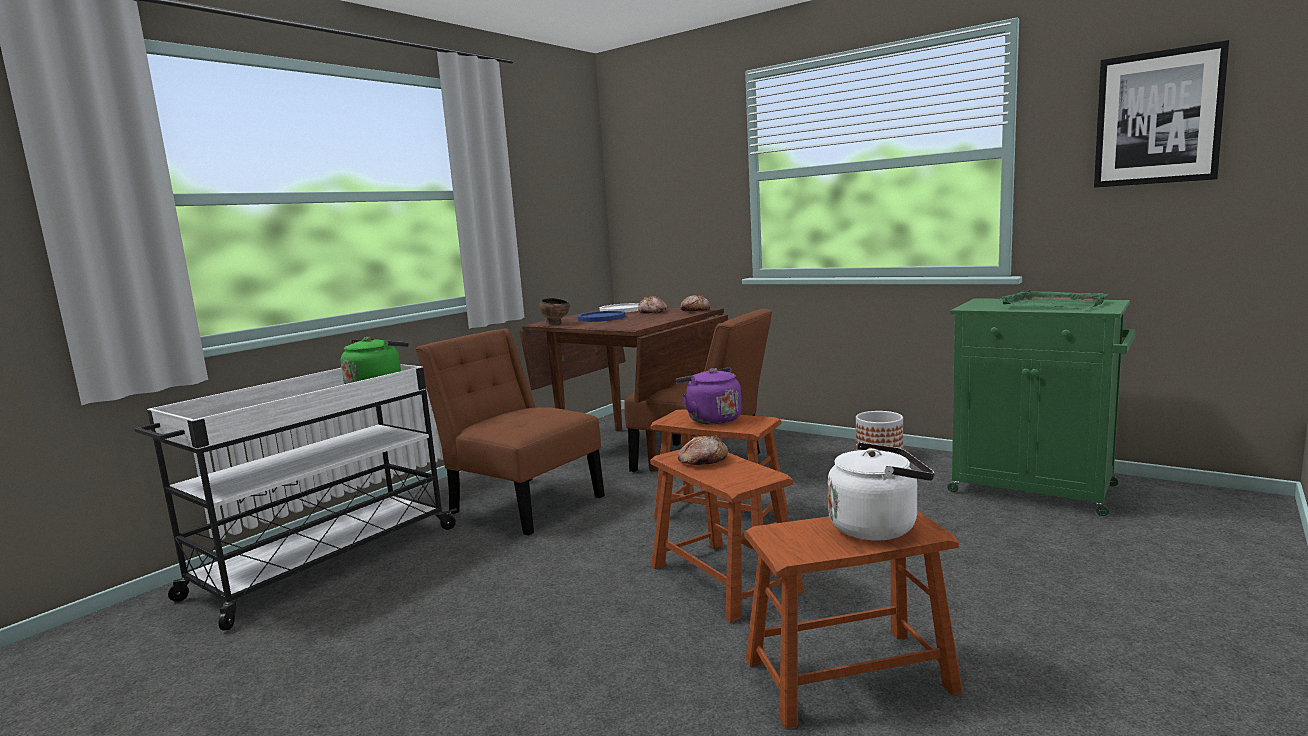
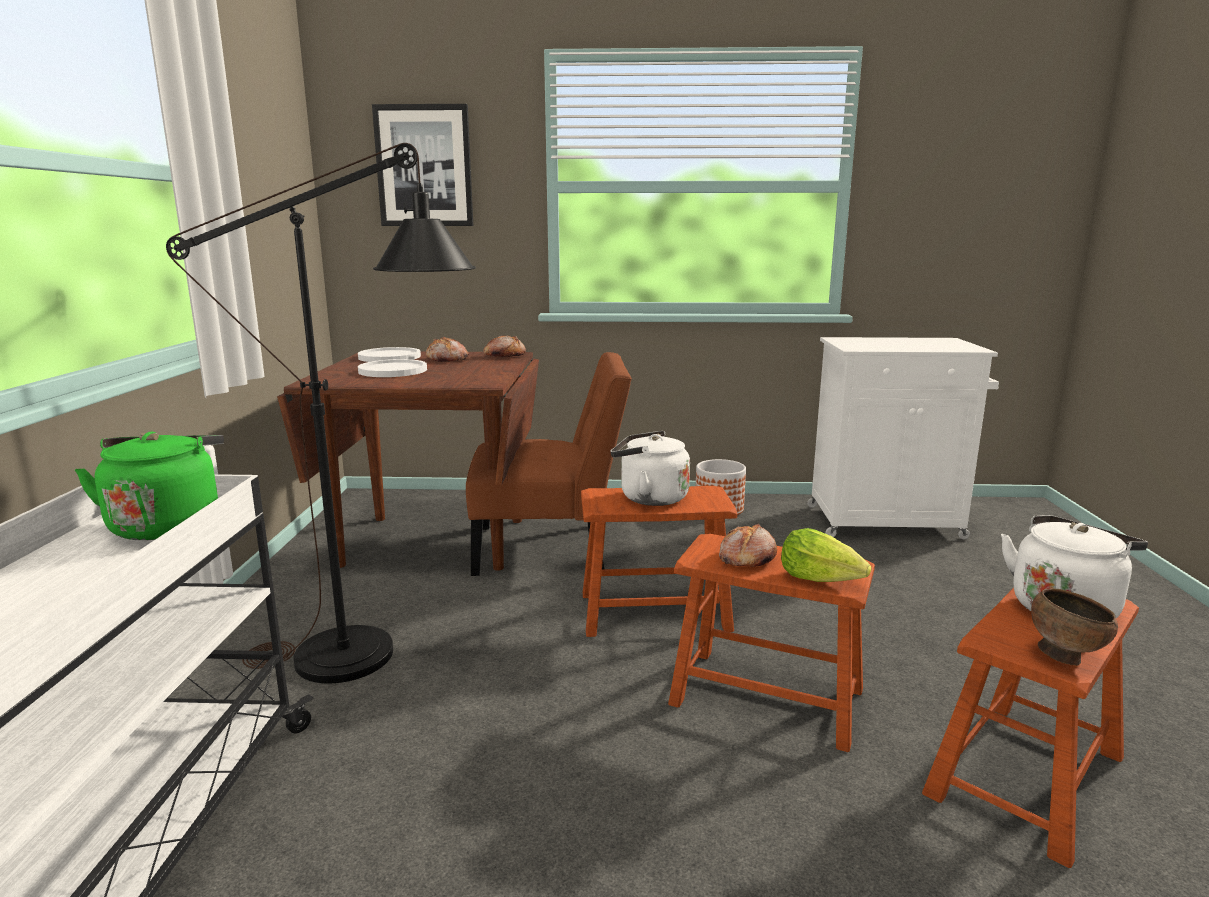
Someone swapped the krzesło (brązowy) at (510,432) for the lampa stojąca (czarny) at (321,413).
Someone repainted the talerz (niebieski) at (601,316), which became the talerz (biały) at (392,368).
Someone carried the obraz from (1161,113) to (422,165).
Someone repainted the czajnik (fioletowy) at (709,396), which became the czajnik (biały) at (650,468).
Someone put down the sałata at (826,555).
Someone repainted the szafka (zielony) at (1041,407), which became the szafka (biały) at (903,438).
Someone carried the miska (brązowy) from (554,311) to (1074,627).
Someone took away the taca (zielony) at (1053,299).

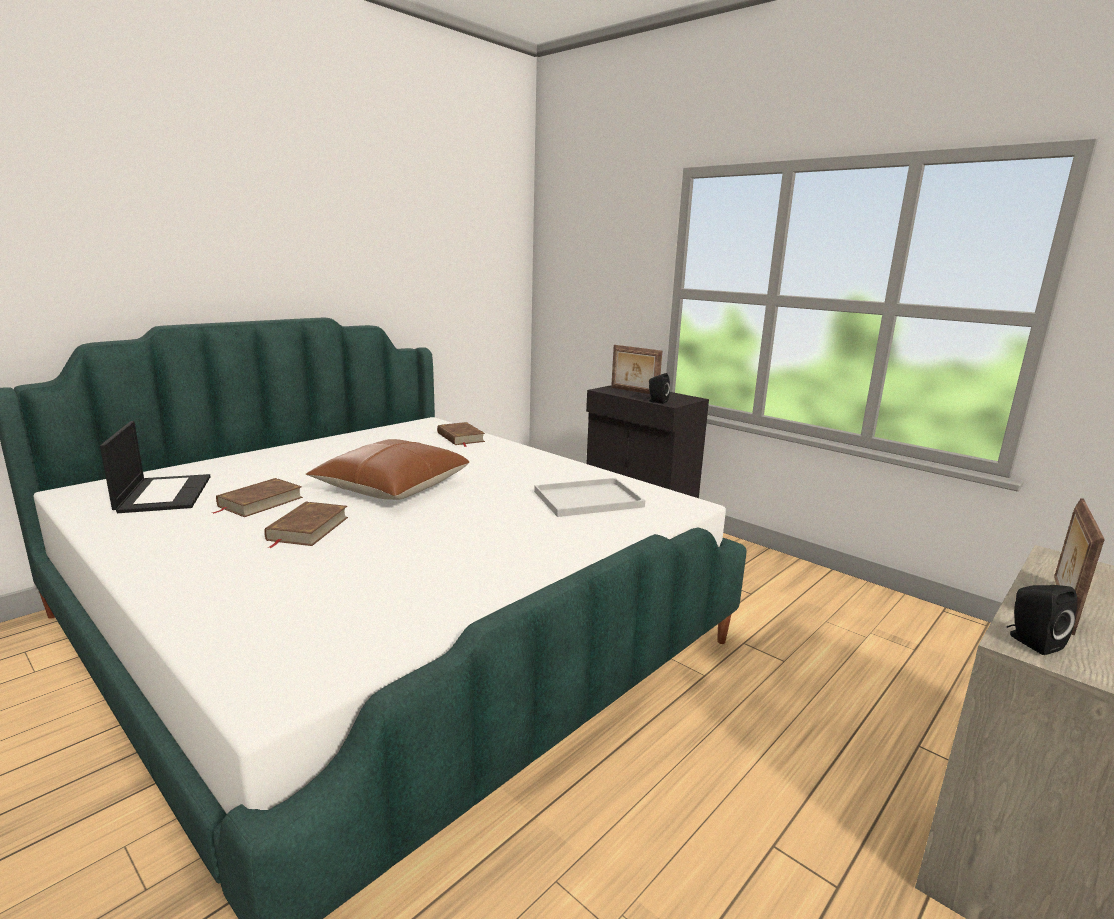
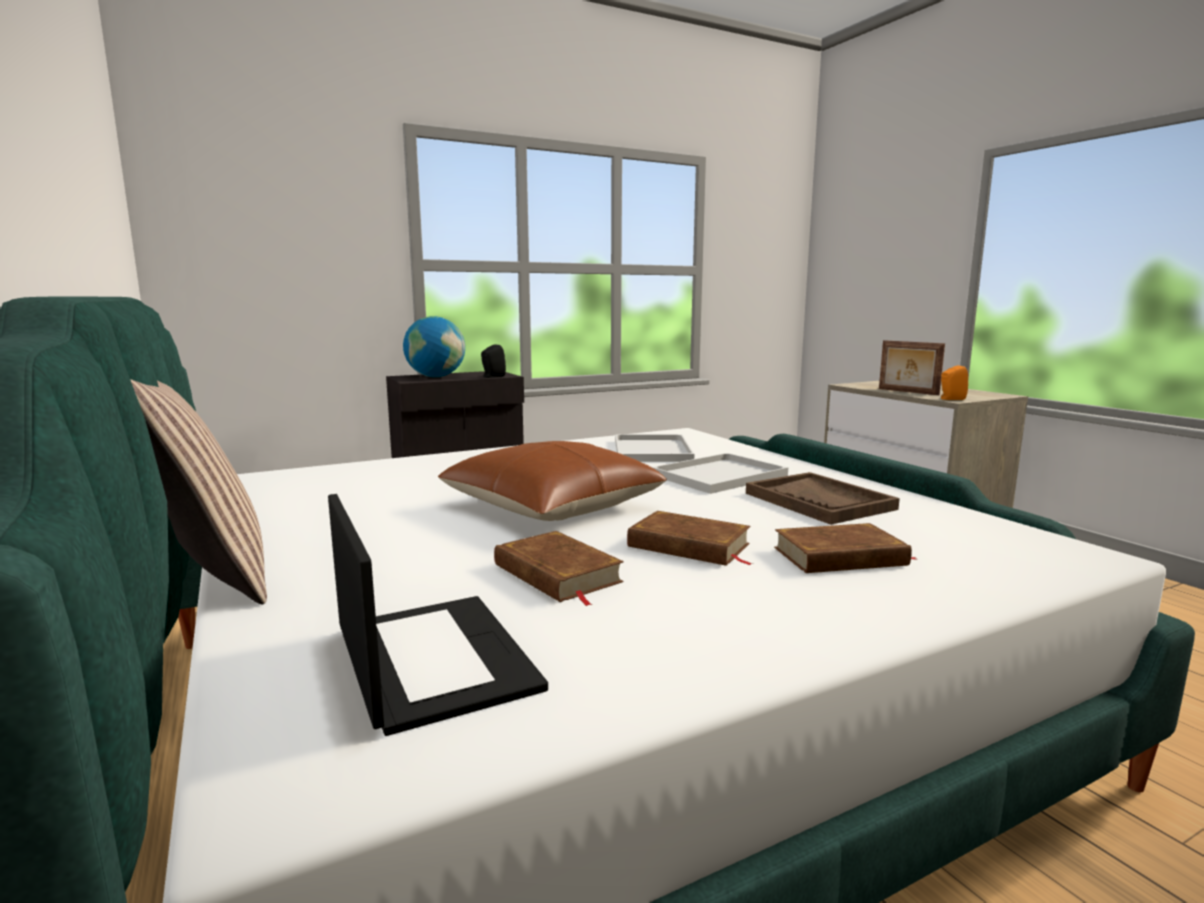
Someone put down the poduszka at (198,491).
Someone rotated the laptop at (155,467) by 60 degrees clockwise.
Someone swapped the ramka na zdjęcie at (636,369) for the globus at (434,346).
Someone put down the taca (biały) at (720,473).
Someone put down the taca (brązowy) at (823,498).
Someone carried the książka (brązowy) from (461,434) to (845,548).
Someone repainted the głośnik (czarny) at (1042,620), which became the głośnik (pomarańczowy) at (954,382).

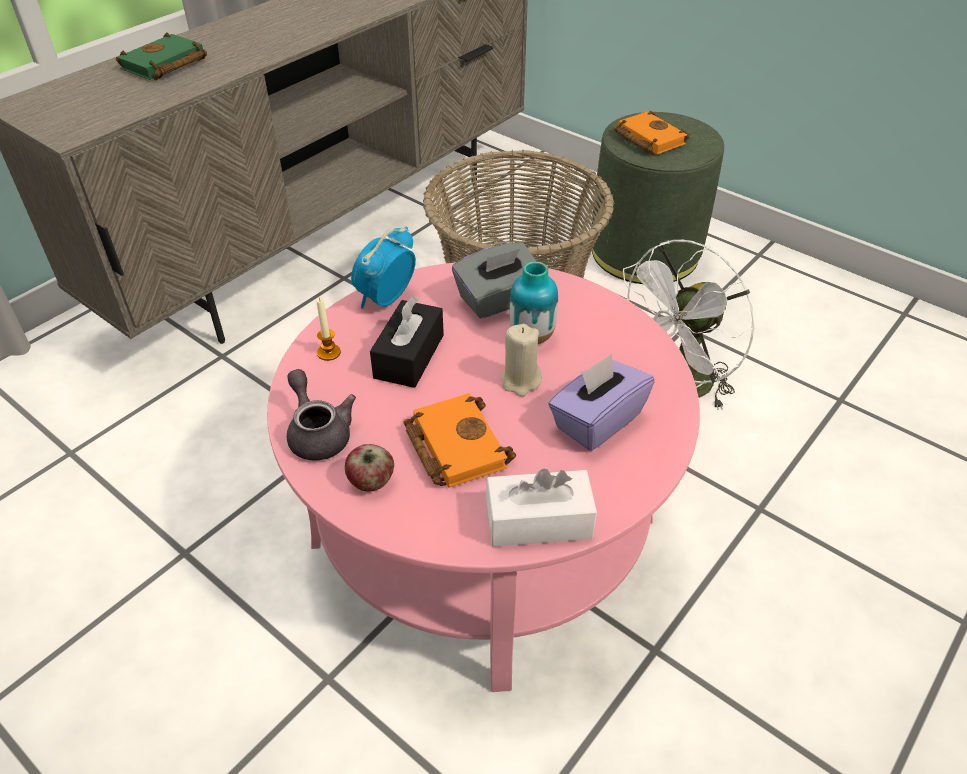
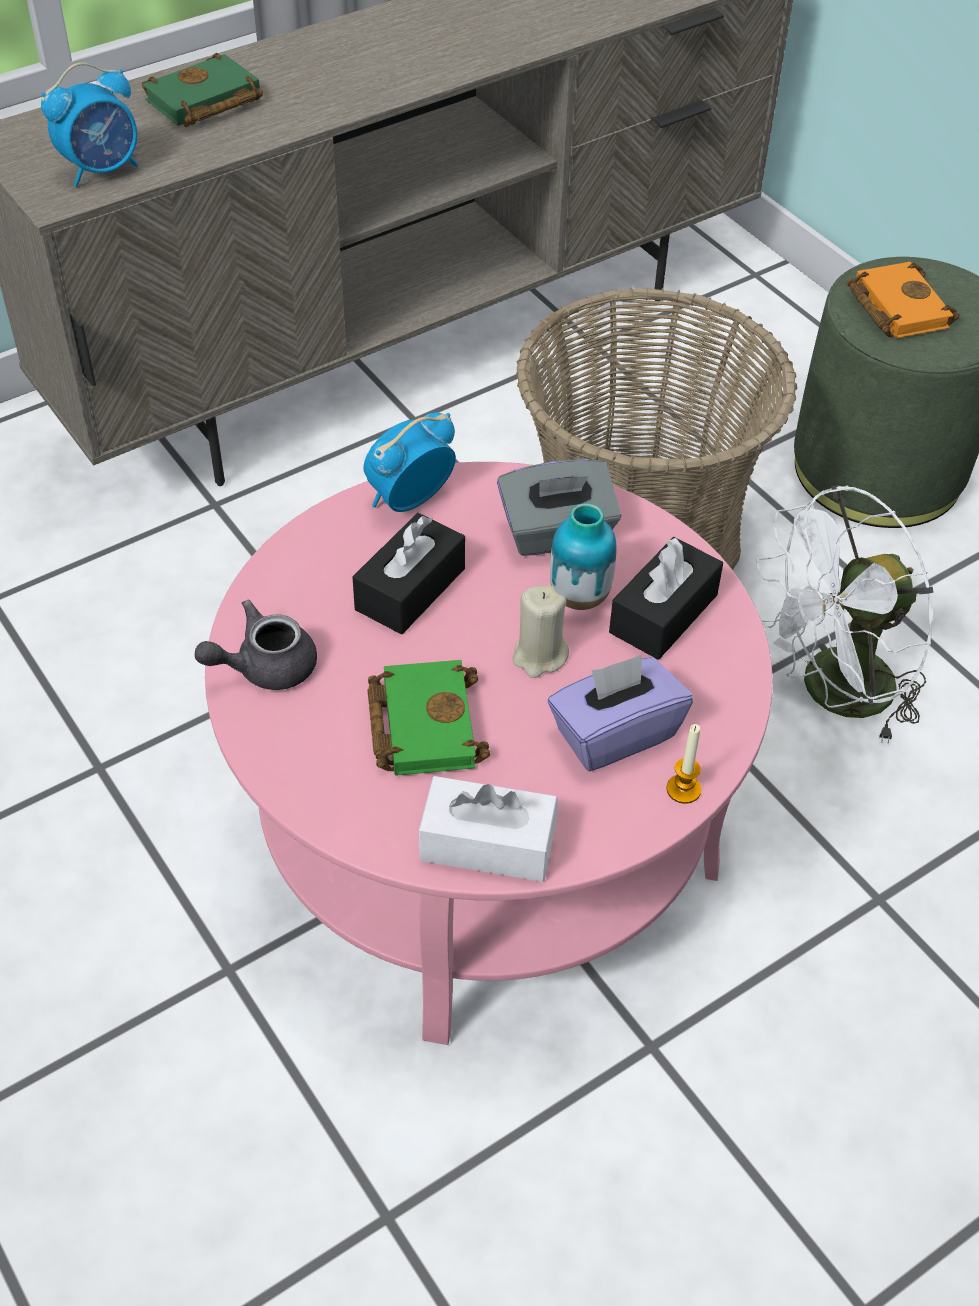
Someone put down the budzik at (89,124).
Someone rotated the imbryk (szary) at (321,415) by 105 degrees counterclockwise.
Someone repainted the książka (pomarańczowy) at (459,440), which became the książka (zielony) at (428,718).
Someone put down the pudełko chusteczek (czarny) at (666,598).
Someone carried the świeca from (329,329) to (683,764).
Someone took away the jabłko at (369,467).

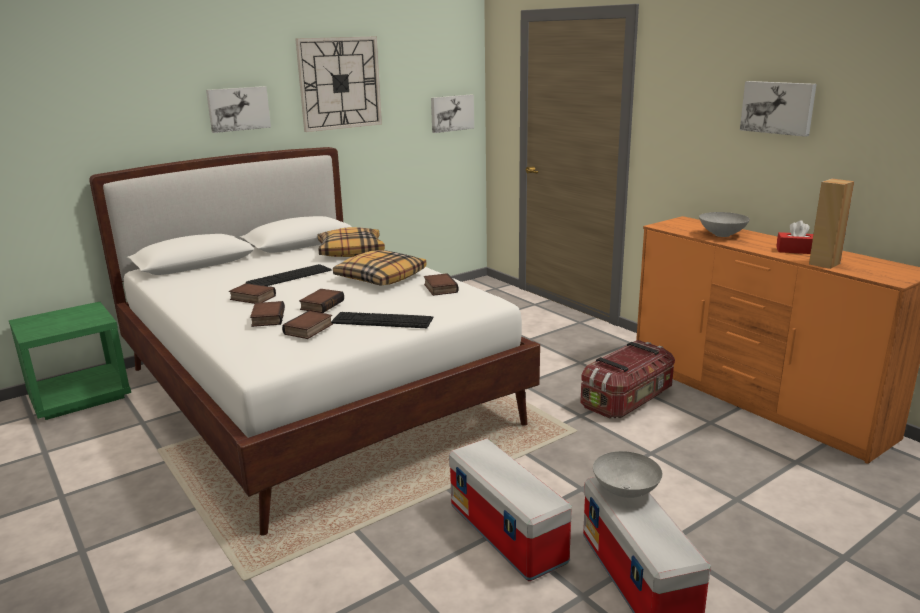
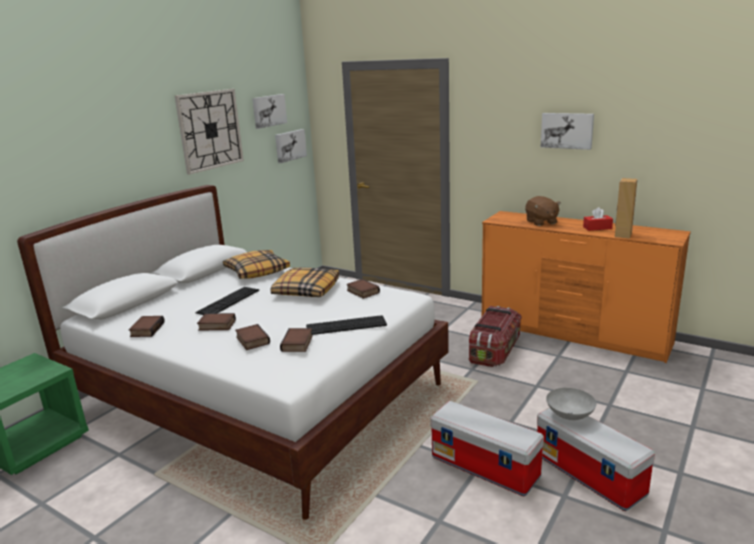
Someone carried the książka from (321,301) to (147,326).
Someone carried the obraz from (238,109) to (269,111).
Someone swapped the miska (szary) at (724,224) for the pluszak (brązowy) at (543,211).

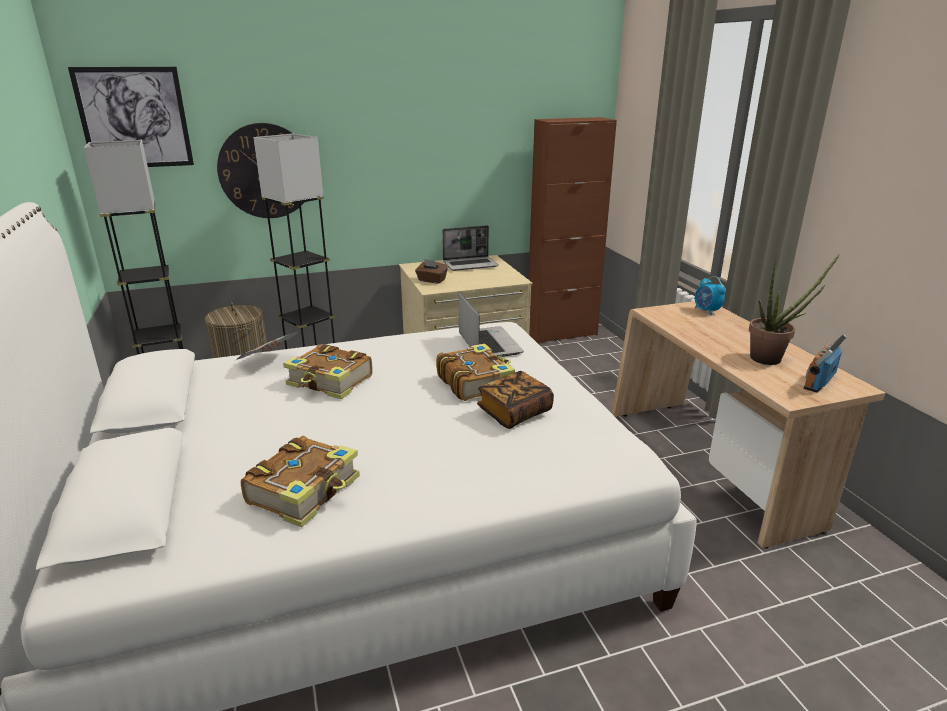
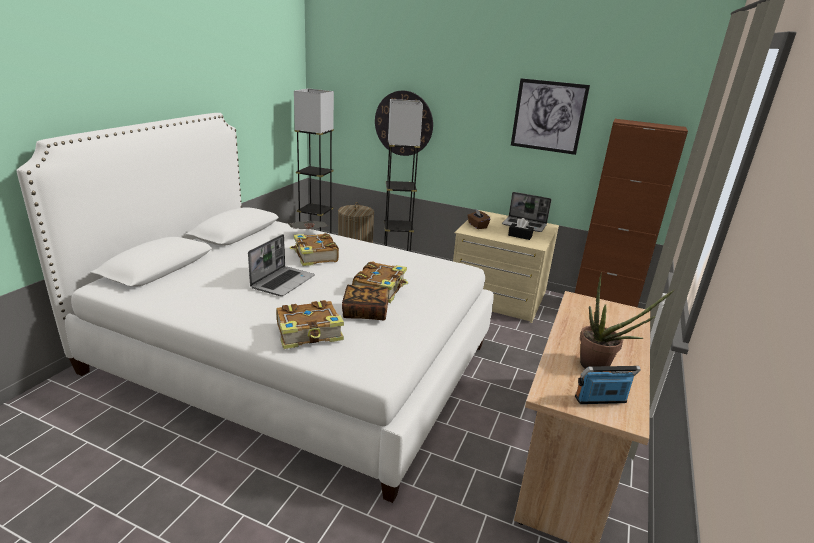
Someone carried the laptop from (491,324) to (281,265).
Someone carried the książka from (300,482) to (310,324).
Someone put down the pudełko chusteczek (czarny) at (521,229).
Someone carried the obraz from (131,117) to (550,116).
Someone took away the budzik at (710,295).

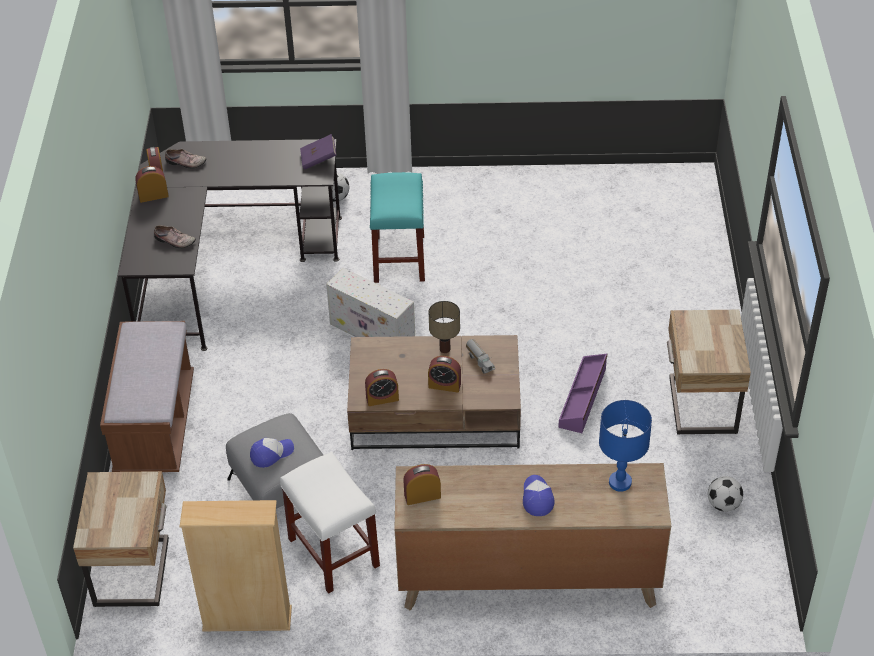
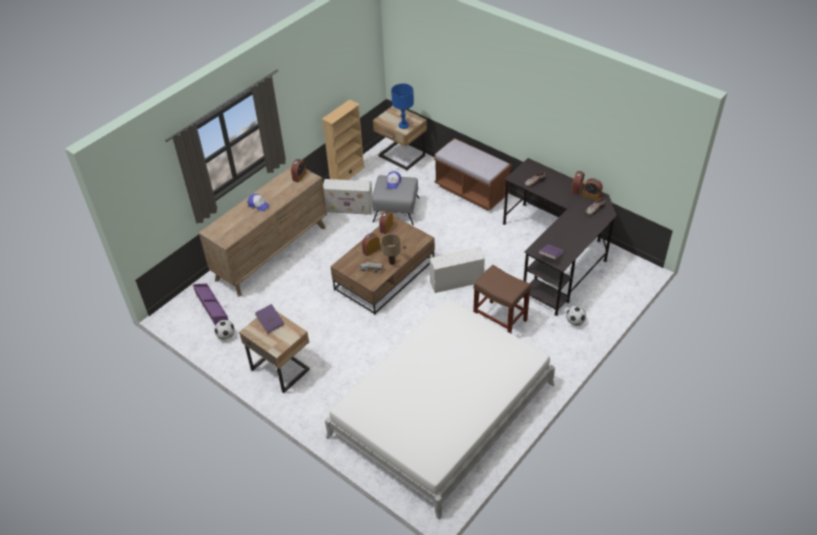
Someone carried the pojemnik do przechowywania (fioletowy) from (582,393) to (210,304).
Someone put down the książka (fioletowy) at (269,319).
Someone swapped the stołek (biały) at (330,523) for the pojemnik do przechowywania (biały) at (348,197).
Someone put down the łóżko (biały) at (440,409).
Someone carried the lampa stołowa (niebieski) from (625,446) to (402,106).
Someone repainted the stołek (turkusowy) at (397,227), which became the stołek (brązowy) at (502,299).

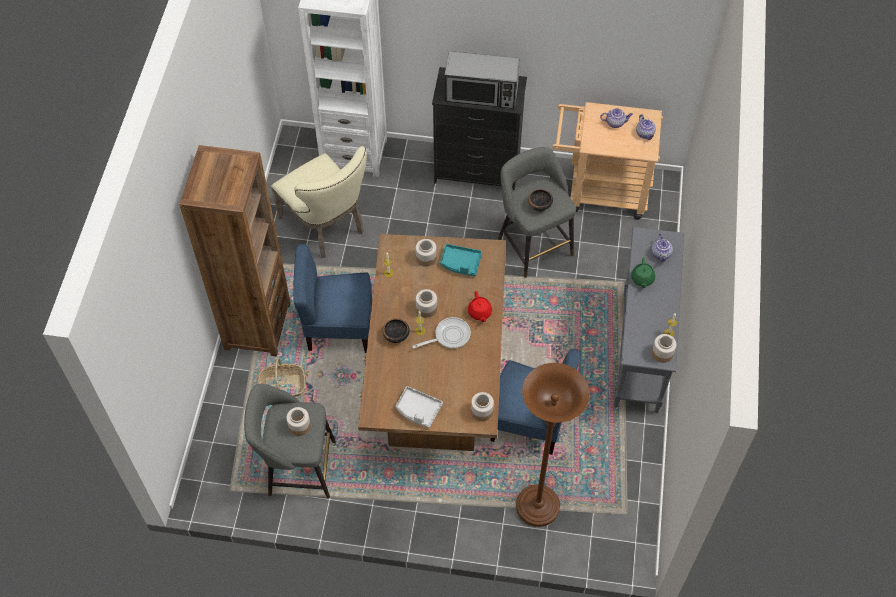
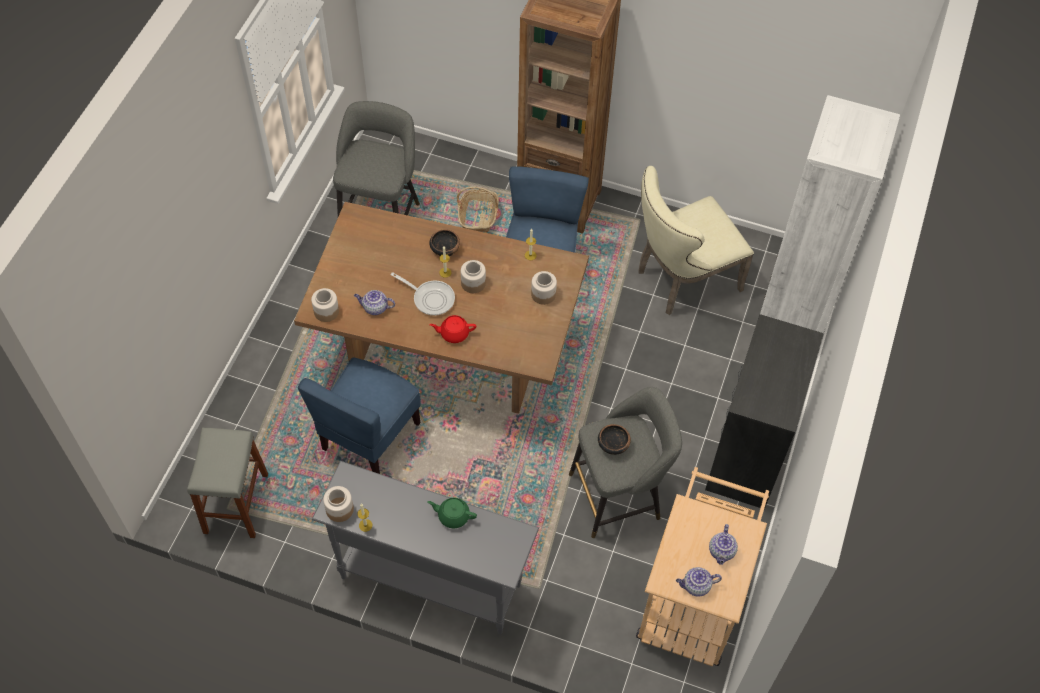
Someone put down the stołek (szary) at (227,482).
Someone carried the imbryk from (662,247) to (374,302).
Someone rotated the patelnia at (441,332) by 45 degrees counterclockwise.
Someone took away the słoik at (298,421).
Someone took away the taca (szary) at (419,407).
Someone took away the taca (turkusowy) at (461,260).
Someone took away the mikrofalówka at (482,80).
Someone took away the lampa stojąca (brązowy) at (553,445).

